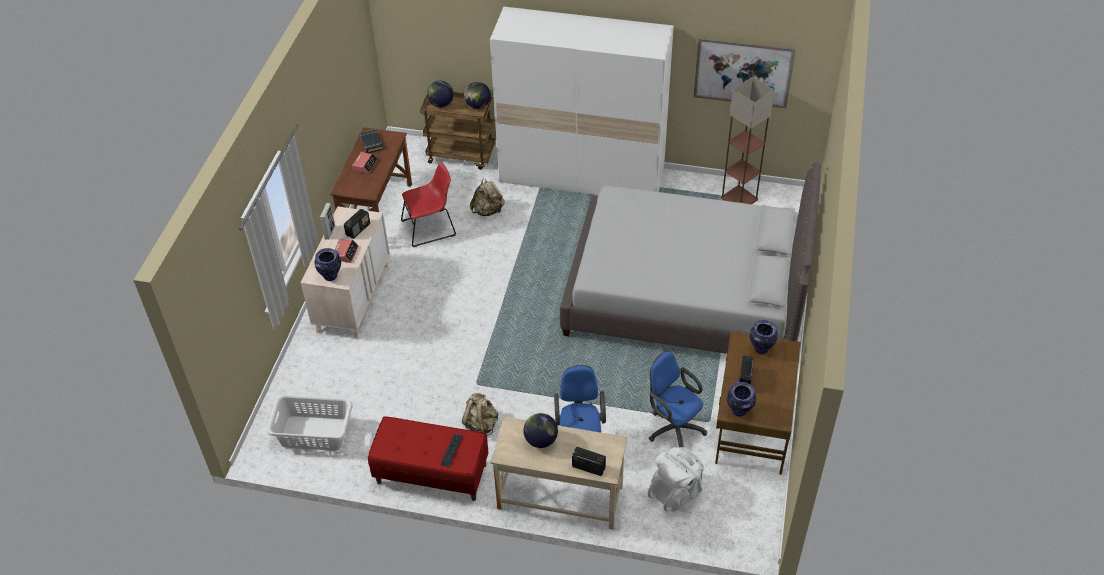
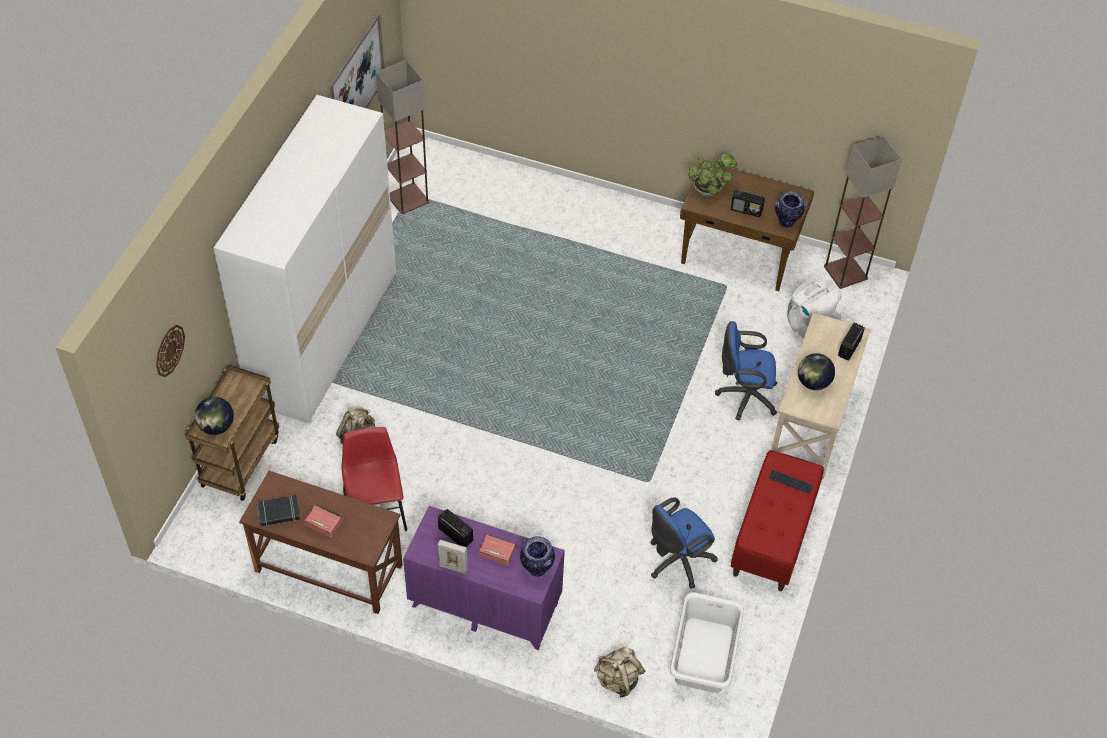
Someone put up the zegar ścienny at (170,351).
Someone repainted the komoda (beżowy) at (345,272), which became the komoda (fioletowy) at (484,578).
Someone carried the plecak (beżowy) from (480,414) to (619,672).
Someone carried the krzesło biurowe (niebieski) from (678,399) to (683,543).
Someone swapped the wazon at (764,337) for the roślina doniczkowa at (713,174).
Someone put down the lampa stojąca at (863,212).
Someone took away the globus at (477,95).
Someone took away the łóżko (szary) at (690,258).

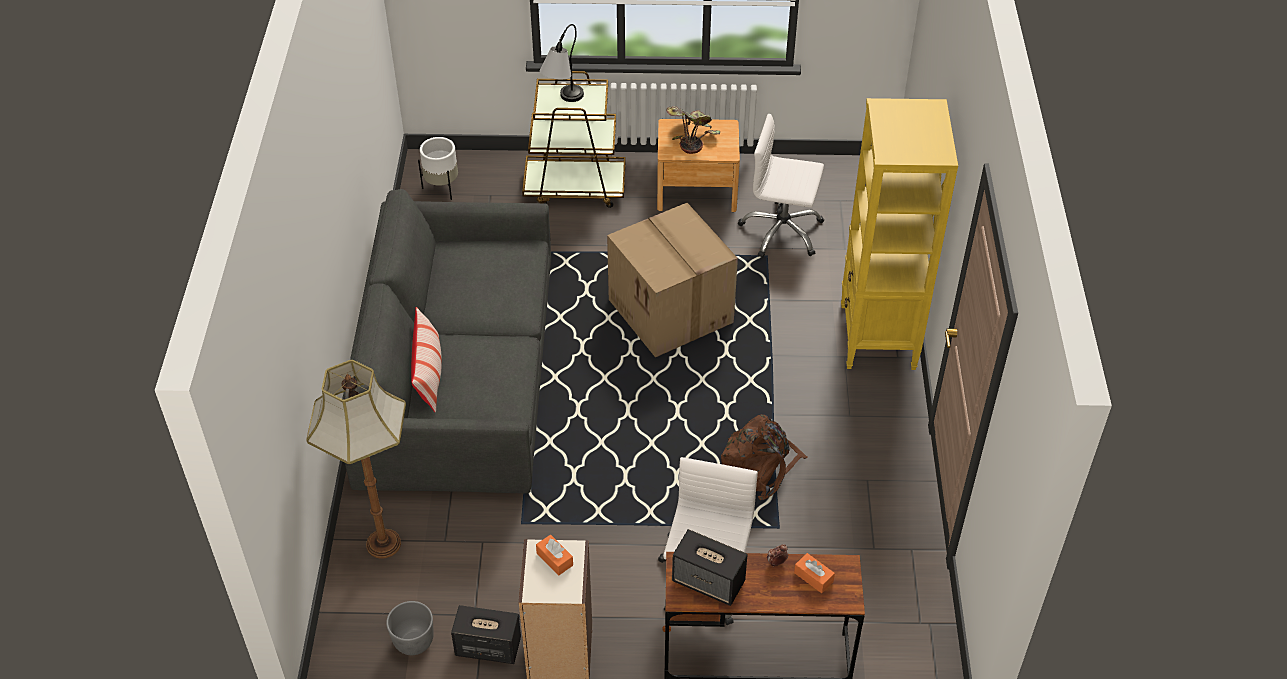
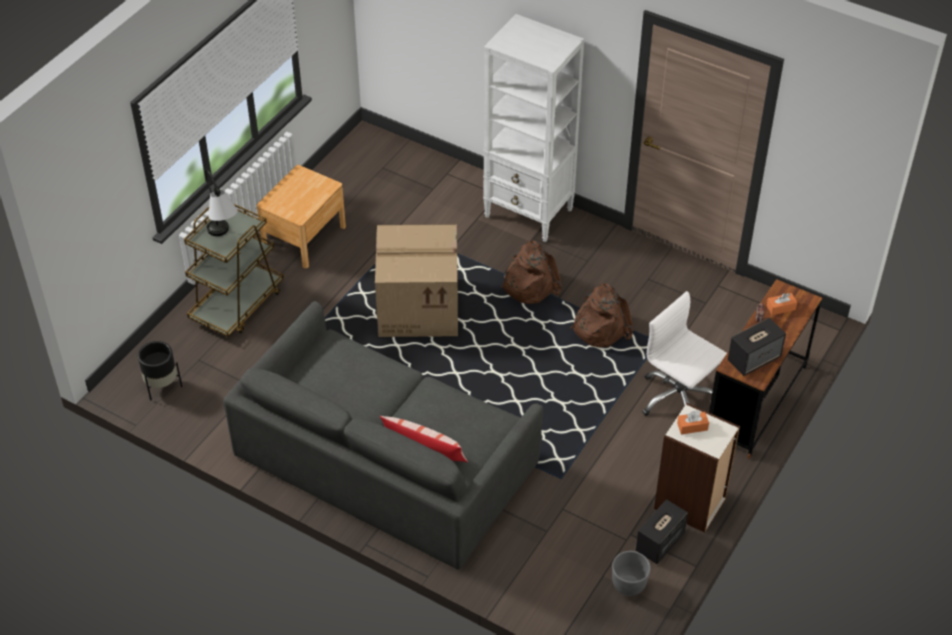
Someone repainted the donica (biały) at (438,168), which became the donica (czarny) at (160,370).
Someone repainted the regał (żółty) at (899,234), which became the regał (biały) at (533,128).
Someone put down the plecak (brązowy) at (531,272).
Someone took away the lampa stojąca at (356,459).
Someone took away the roślina doniczkowa at (693,130).
Someone took away the krzesło biurowe (biały) at (781,186).

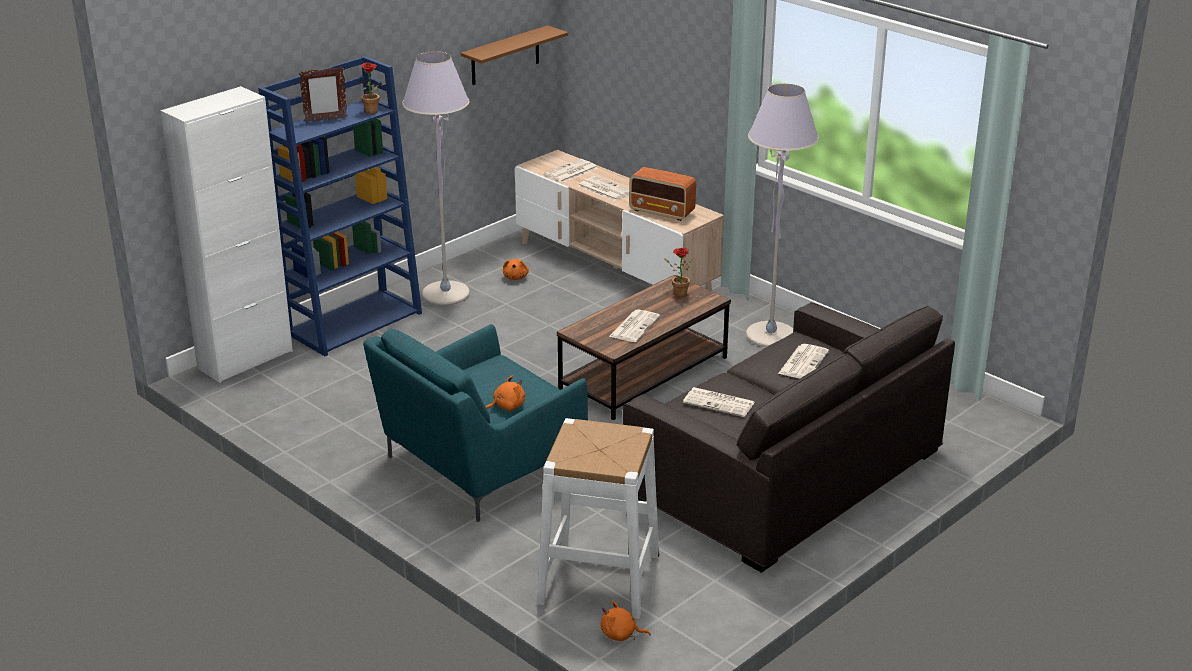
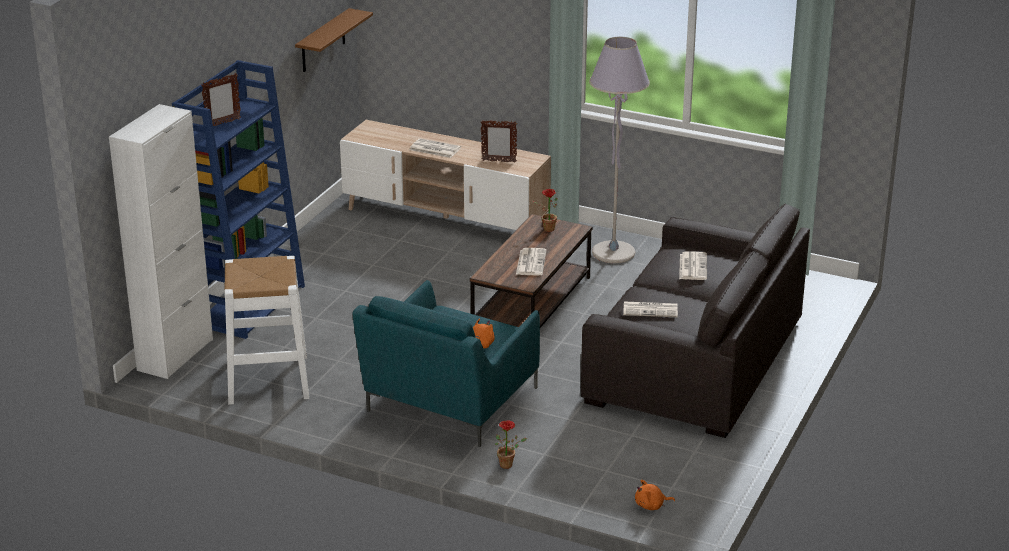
Someone carried the stołek (biały) from (598,518) to (267,330).
Someone swapped the radio at (662,194) for the ramka na zdjęcie at (498,141).
Someone carried the roślina doniczkowa from (372,88) to (511,444).
Someone took away the lampa stojąca (szary) at (436,178).
Someone took away the pluszak (pomarańczowy) at (516,269).
Someone took away the gazeta at (571,171).

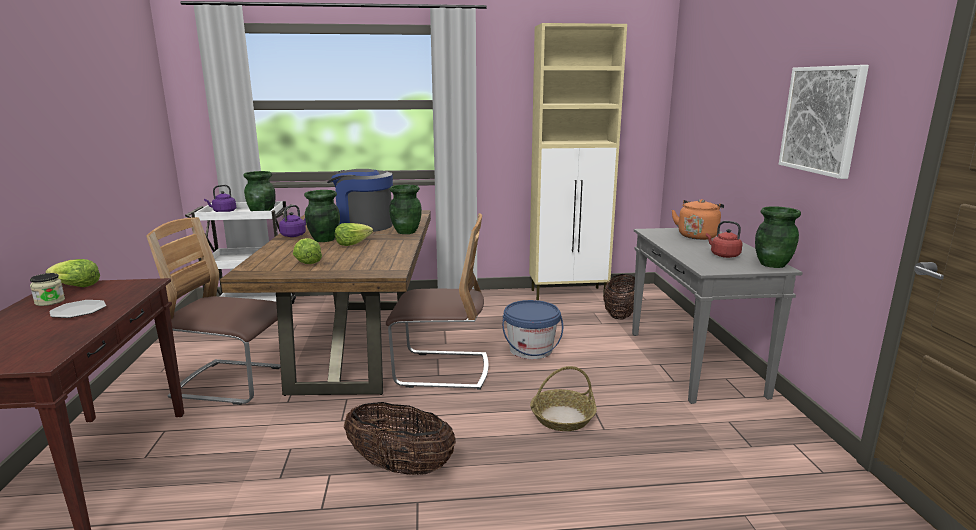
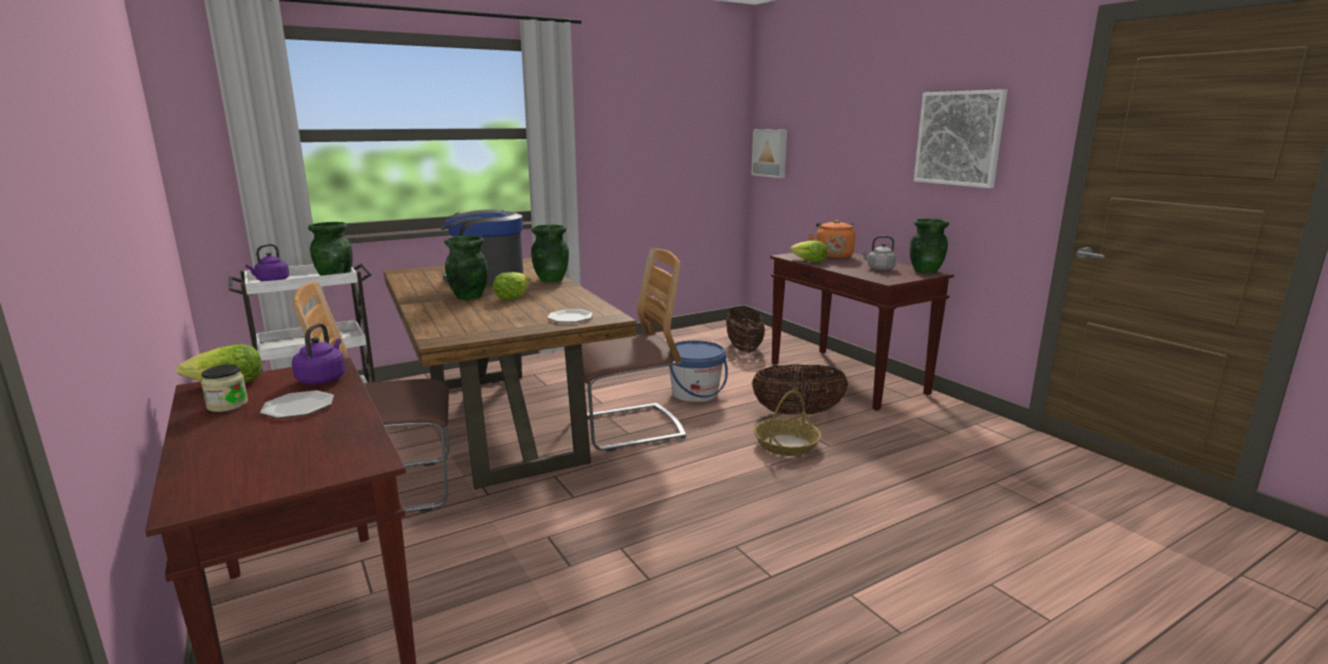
Someone carried the czajnik (fioletowy) from (292,221) to (318,353).
Someone put down the talerz at (570,315).
Someone put up the obraz at (769,153).
Someone carried the koszyk from (400,438) to (800,389).
Someone repainted the stolik konsolowy (szary) at (717,316), which became the stolik konsolowy (brązowy) at (862,332).
Someone carried the sałata from (307,251) to (808,252).
Someone repainted the czajnik (czerwony) at (724,239), which became the czajnik (szary) at (878,253).
Someone took away the szafka (beżowy) at (578,161).

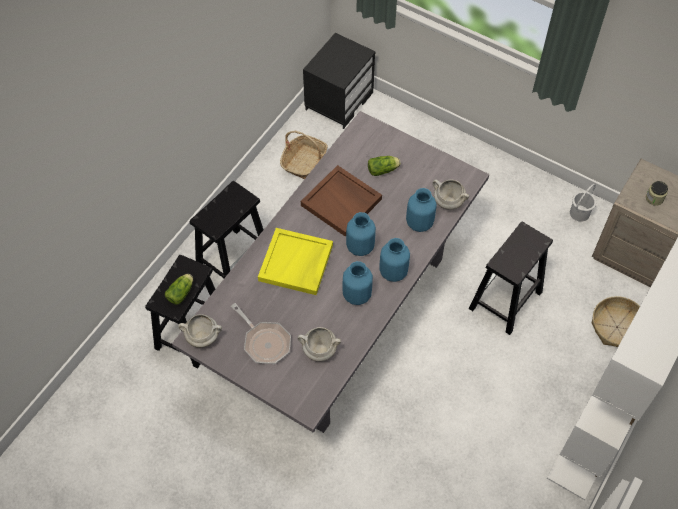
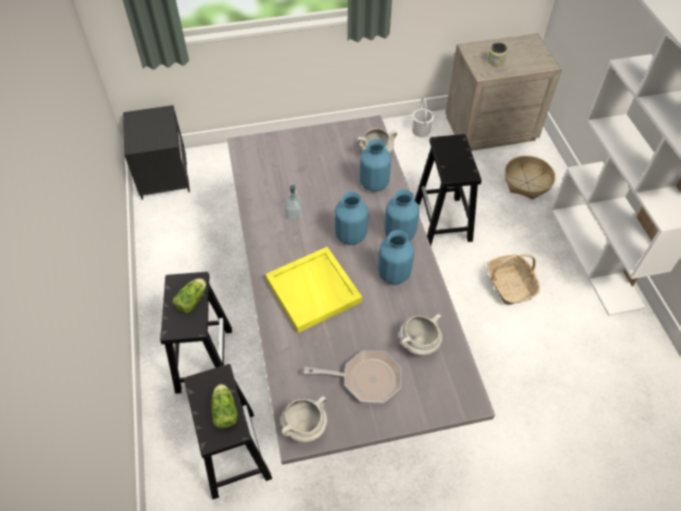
Someone carried the sałata from (384,166) to (189,295).
Someone swapped the taca (brązowy) at (341,201) for the dozownik mydła at (294,202).
Someone carried the koszyk from (304,155) to (513,279).

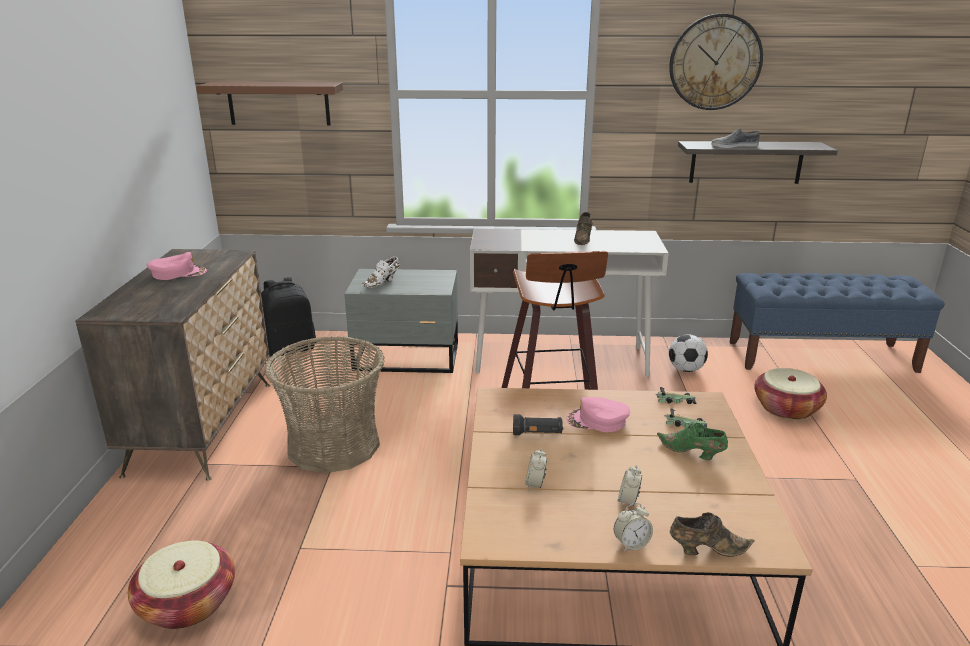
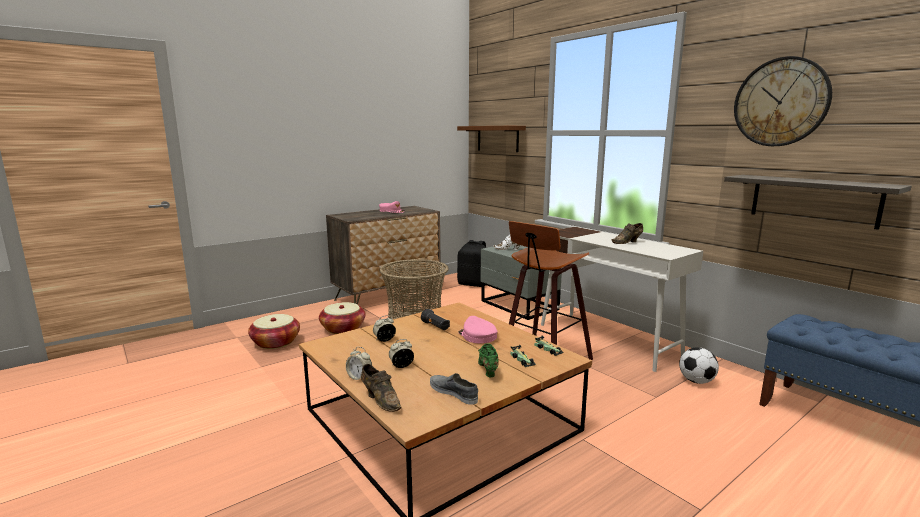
Someone carried the koszyk from (790,394) to (342,318).
Someone carried the but (szary) from (735,138) to (454,389).

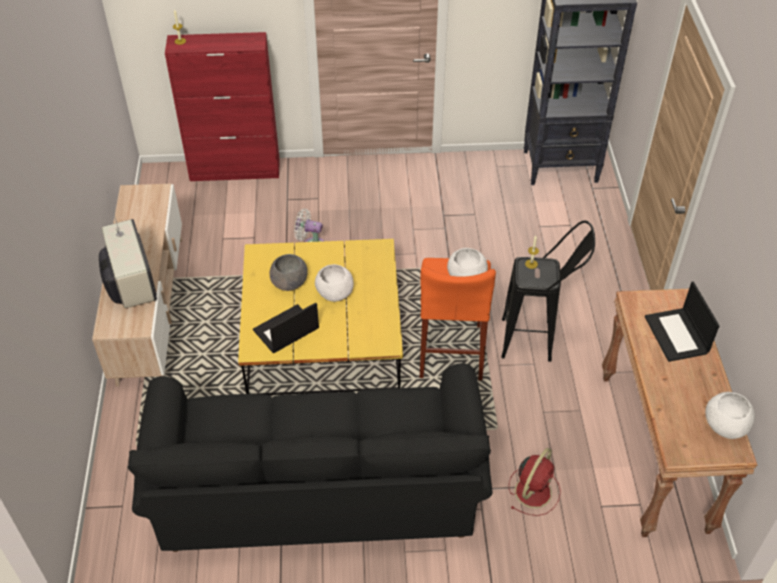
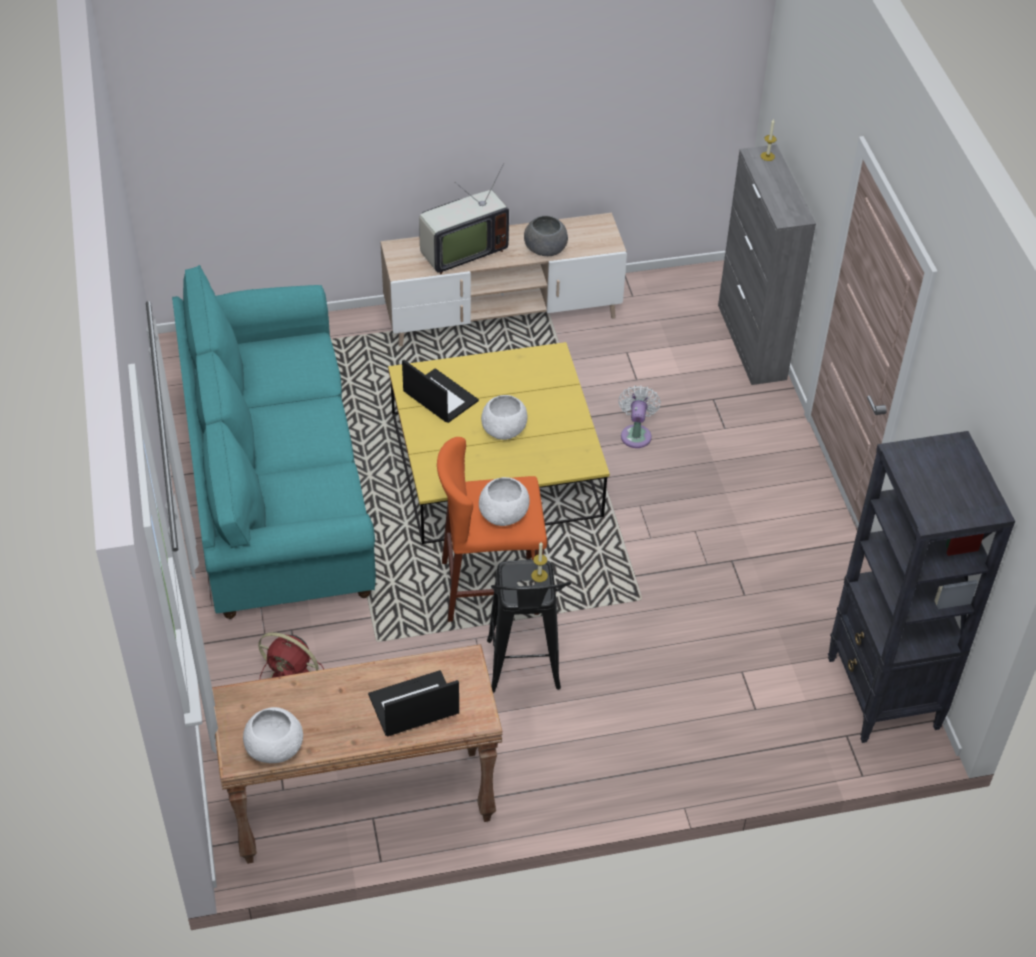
Someone repainted the kanapa (czarny) at (310,457), which became the kanapa (turkusowy) at (274,442).
Someone carried the miska (szary) from (288,272) to (546,236).
Someone repainted the szafka (czerwony) at (222,106), which became the szafka (szary) at (767,265).

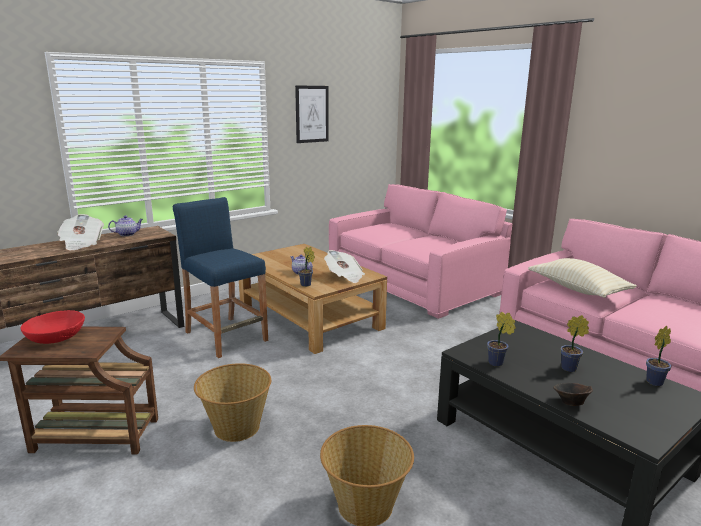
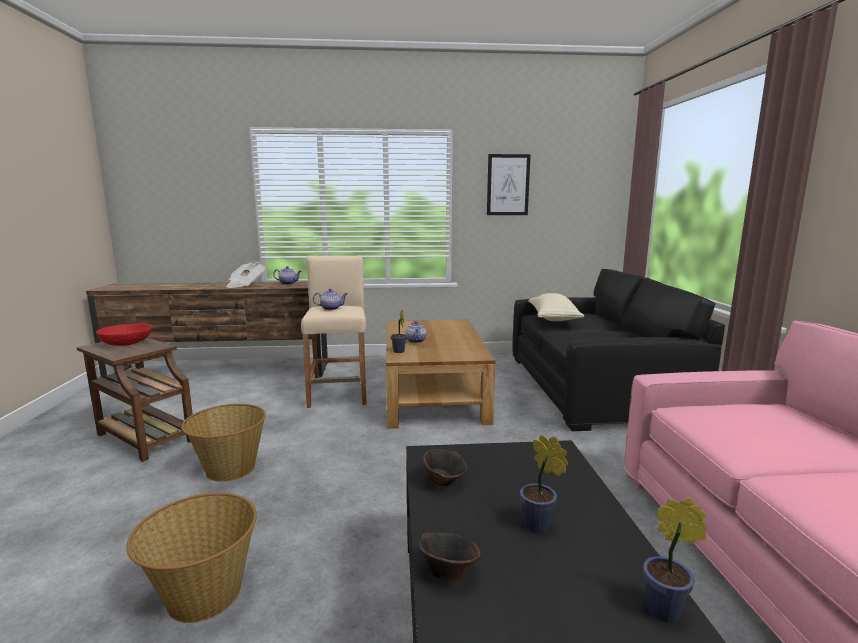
Someone repainted the stołek (niebieski) at (220,277), which became the stołek (beżowy) at (334,331).
Someone put down the imbryk at (330,299).
Someone swapped the roślina doniczkowa at (501,339) for the miska (brązowy) at (445,467).
Someone repainted the kanapa (różowy) at (420,251), which became the kanapa (czarny) at (618,350).
Someone carried the poduszka (beżowy) from (582,278) to (556,307).
Someone took away the gazeta at (344,266).

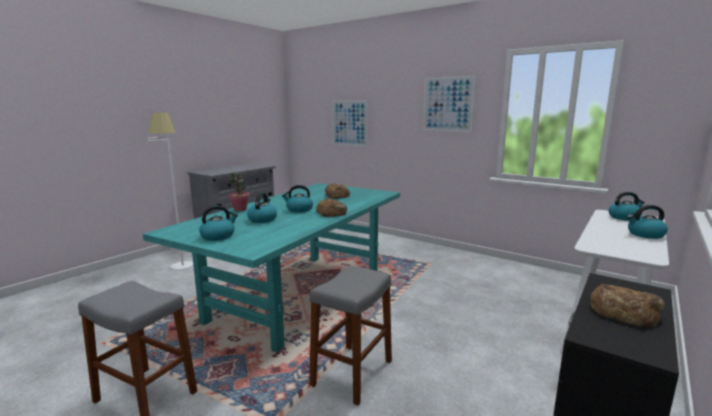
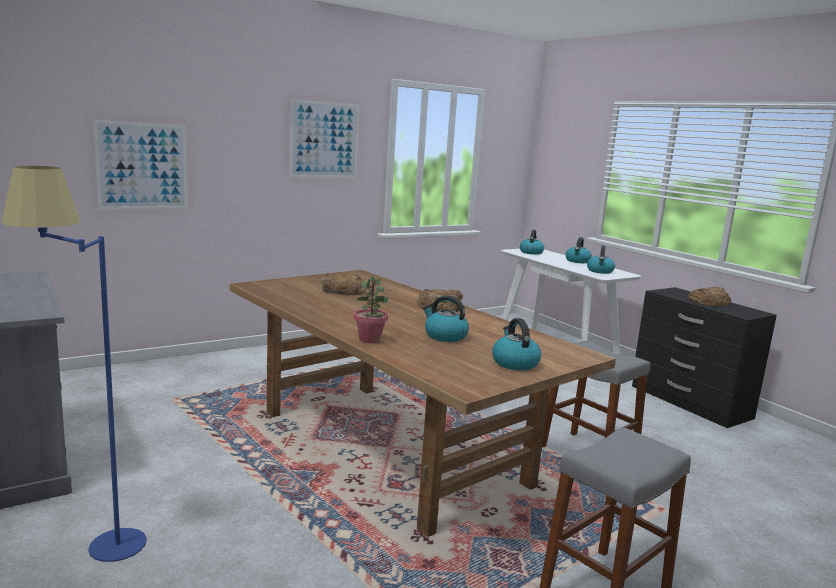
Someone repainted the lampa stojąca (biały) at (170,191), which became the lampa stojąca (niebieski) at (74,364).
Someone repainted the stół jadalny (turkusowy) at (271,267), which became the stół jadalny (brązowy) at (423,403).
Someone carried the czajnik from (297,199) to (601,260).

